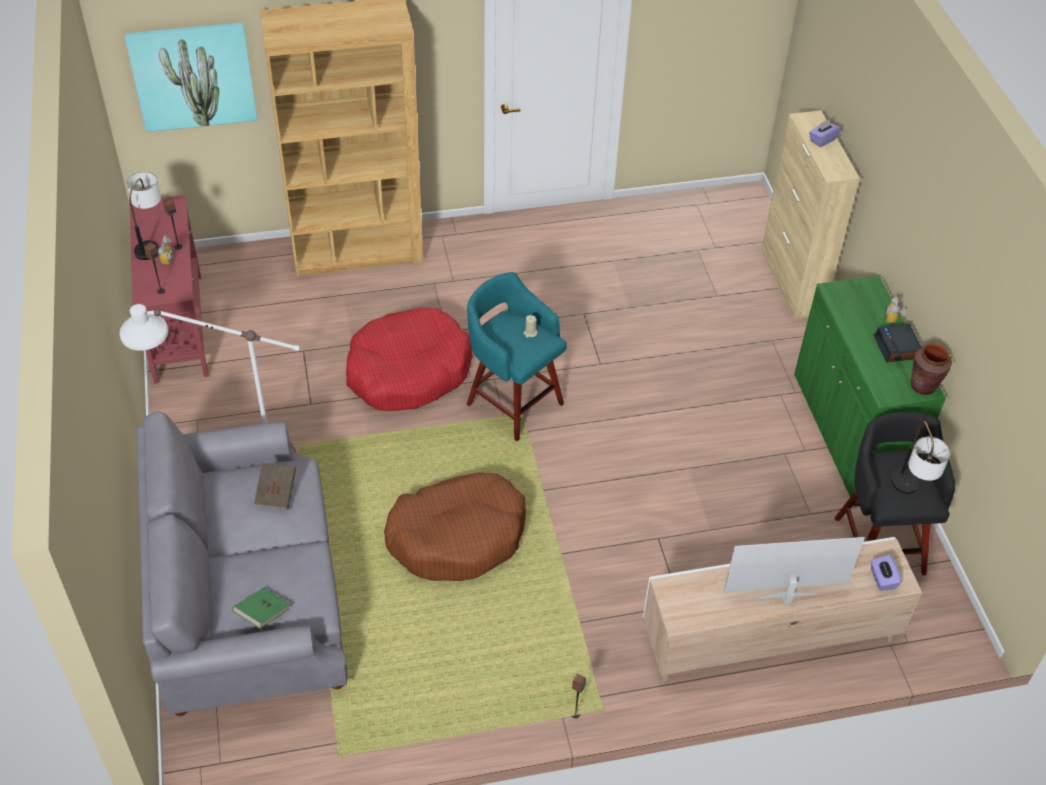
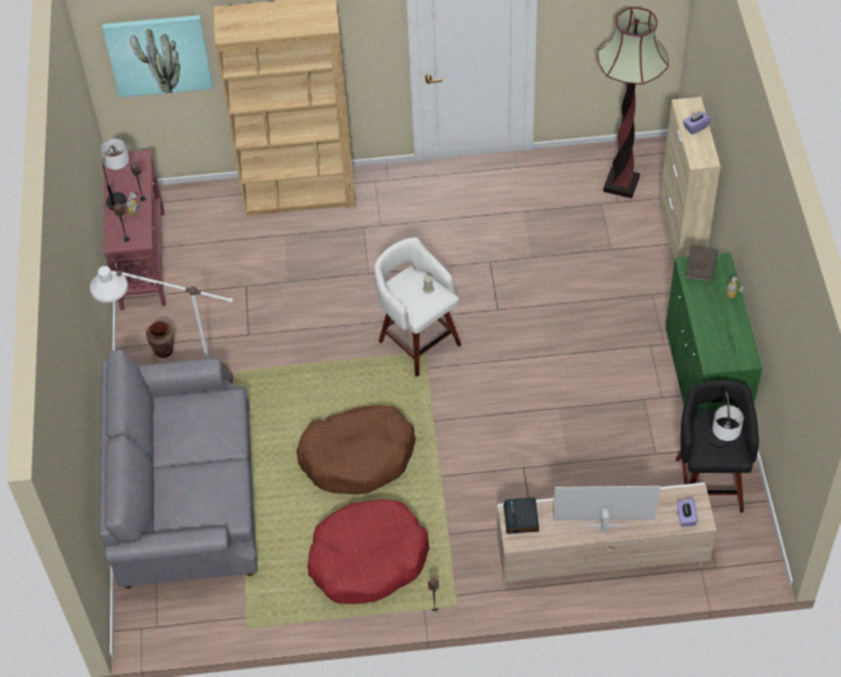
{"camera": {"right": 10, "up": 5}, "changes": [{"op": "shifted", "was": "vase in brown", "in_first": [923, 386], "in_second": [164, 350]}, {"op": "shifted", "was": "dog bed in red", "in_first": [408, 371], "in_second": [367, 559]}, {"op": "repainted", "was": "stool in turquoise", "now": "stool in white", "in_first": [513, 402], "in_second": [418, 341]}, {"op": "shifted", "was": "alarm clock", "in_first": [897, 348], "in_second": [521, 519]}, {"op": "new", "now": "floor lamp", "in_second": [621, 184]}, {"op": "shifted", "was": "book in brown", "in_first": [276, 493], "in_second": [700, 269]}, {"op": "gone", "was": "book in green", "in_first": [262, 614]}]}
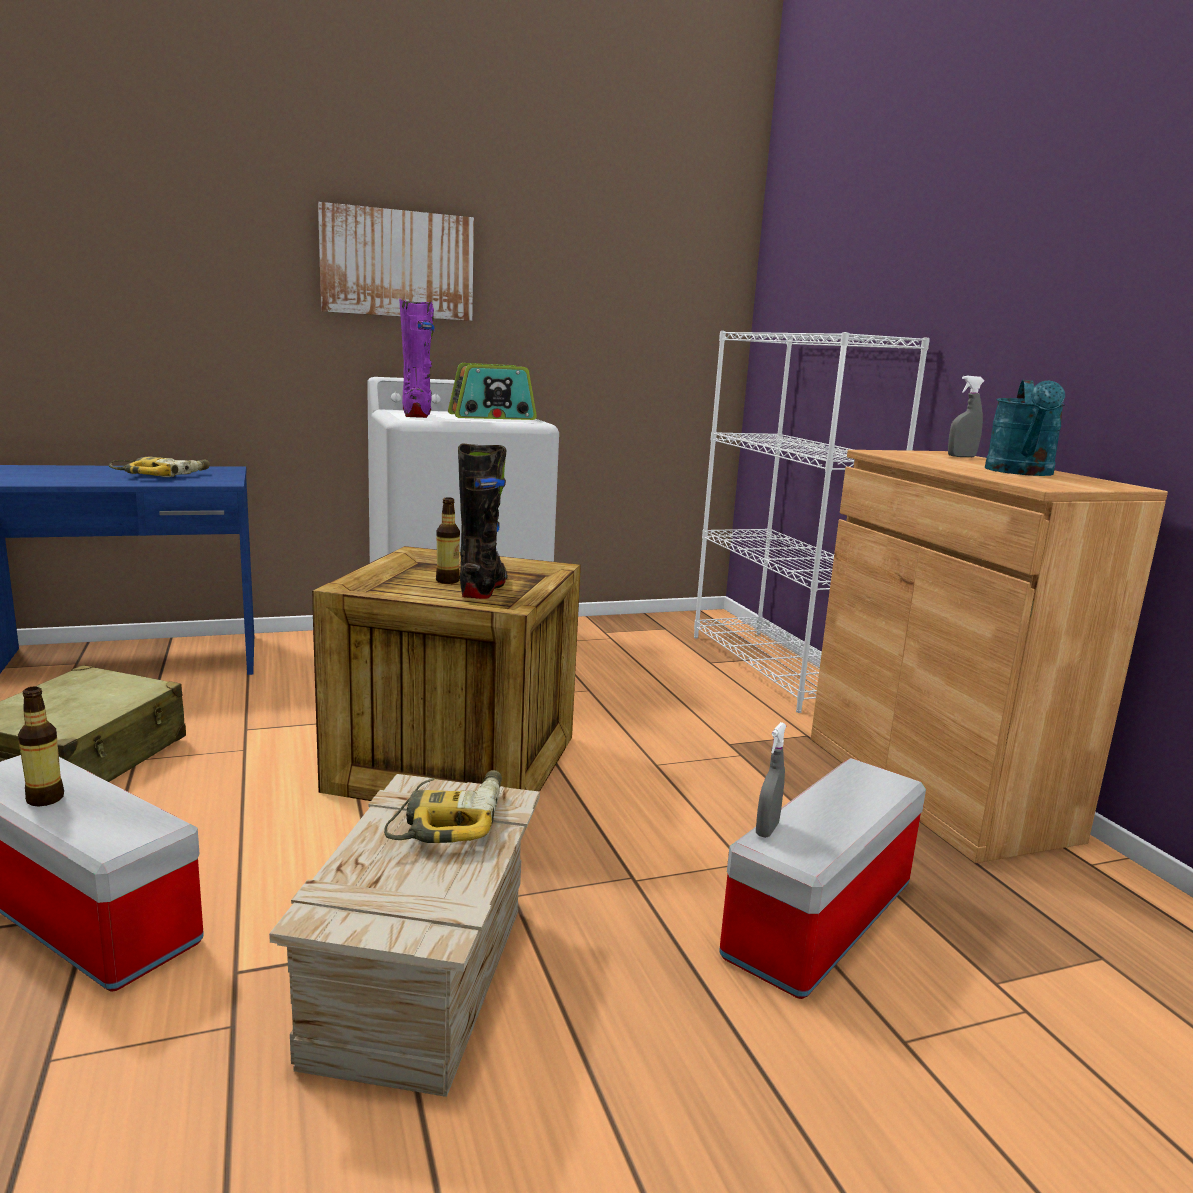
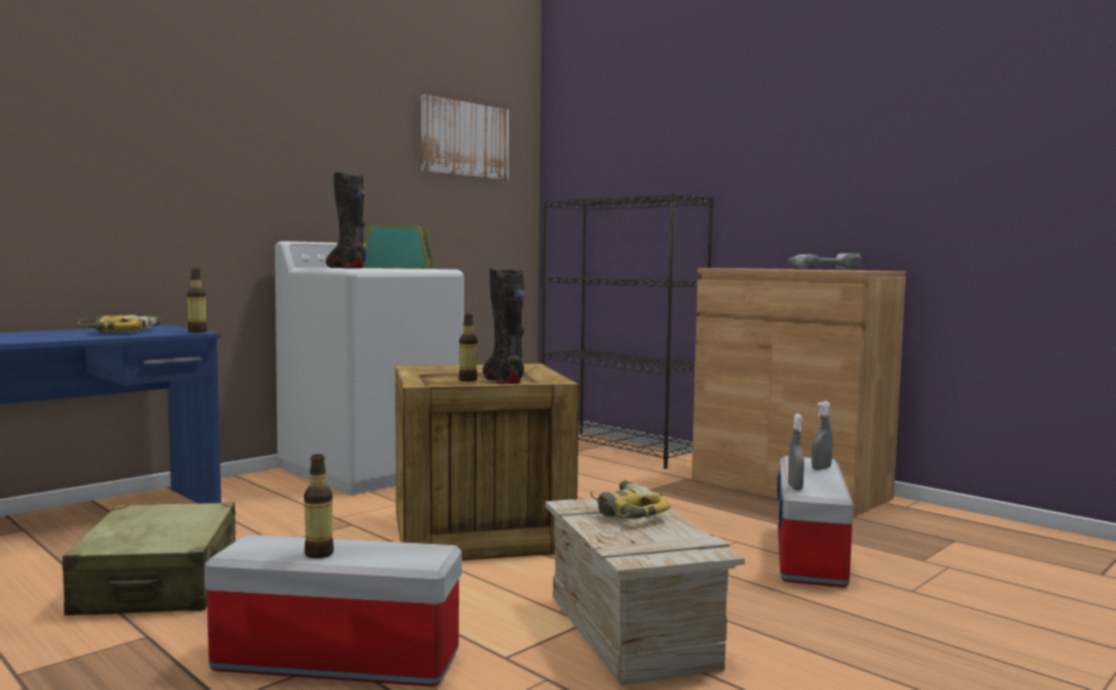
{"camera": {"right": -25, "up": -10}, "changes": [{"op": "new", "now": "bottle", "in_second": [197, 331]}, {"op": "repainted", "was": "boot in purple", "now": "boot in black", "in_first": [417, 415], "in_second": [345, 268]}, {"op": "rotated", "was": "radio", "in_first": [492, 417], "in_second": [398, 268], "clockwise": -135}, {"op": "shifted", "was": "picture", "in_first": [397, 264], "in_second": [464, 139]}, {"op": "repainted", "was": "bookcase in white", "now": "bookcase in black", "in_first": [777, 668], "in_second": [620, 449]}, {"op": "swapped", "was": "watering can in turquoise", "now": "power drill", "in_first": [1021, 472], "in_second": [822, 269]}, {"op": "shifted", "was": "spray bottle in grey", "in_first": [961, 456], "in_second": [821, 468]}]}
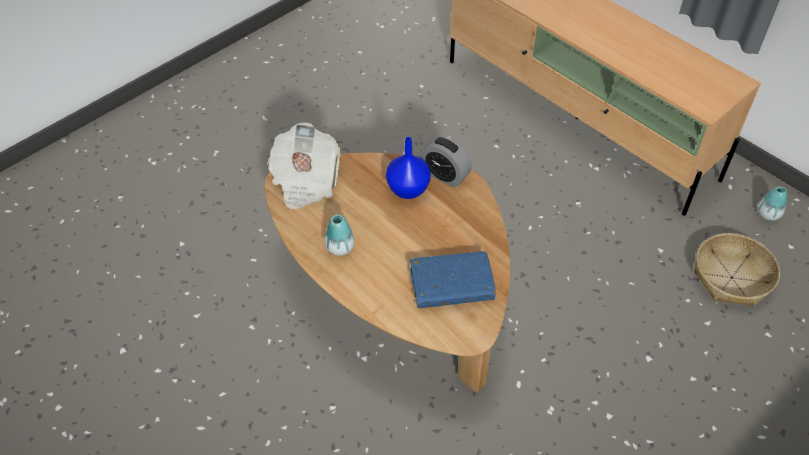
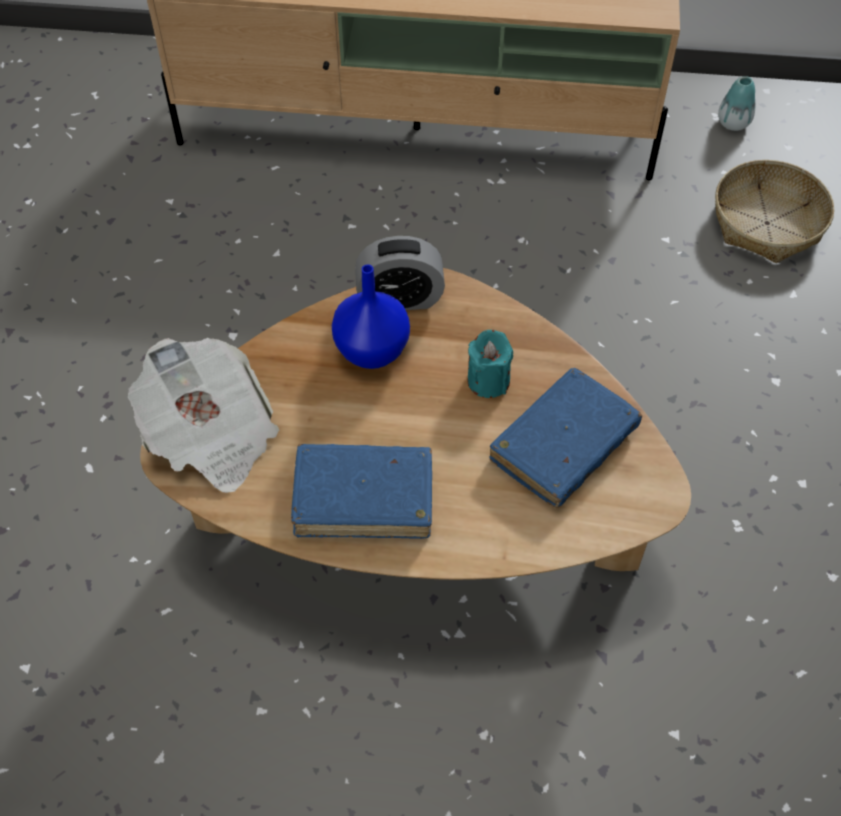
{"camera": {"right": -40, "up": 5}, "changes": [{"op": "swapped", "was": "vase", "now": "book in blue", "in_first": [340, 247], "in_second": [363, 498]}, {"op": "new", "now": "candle in turquoise", "in_second": [488, 380]}]}
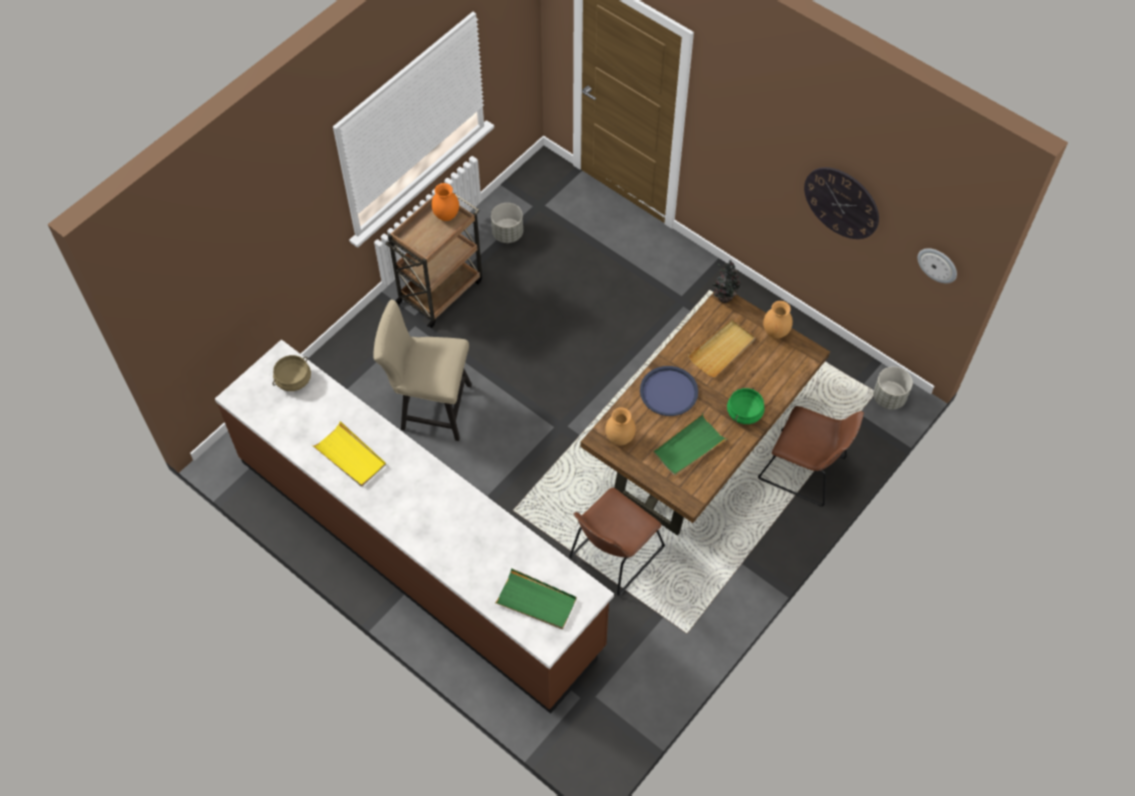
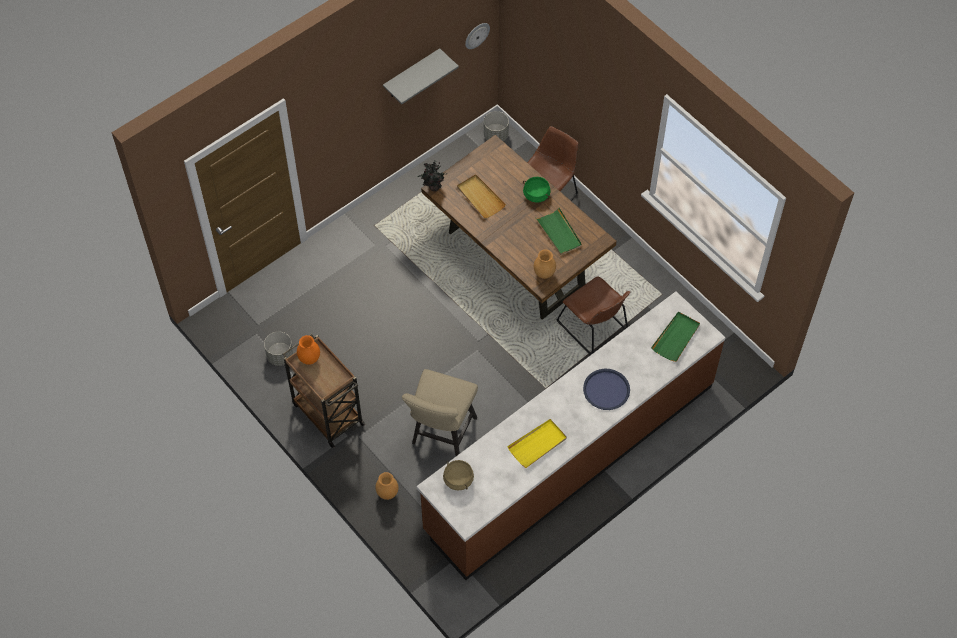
{"camera": {"right": -80, "up": 0}, "changes": [{"op": "shifted", "was": "vase in brown", "in_first": [775, 332], "in_second": [387, 493]}, {"op": "swapped", "was": "wall clock", "now": "shelf in grey", "in_first": [841, 202], "in_second": [411, 74]}, {"op": "shifted", "was": "tray in blue", "in_first": [668, 391], "in_second": [606, 390]}]}
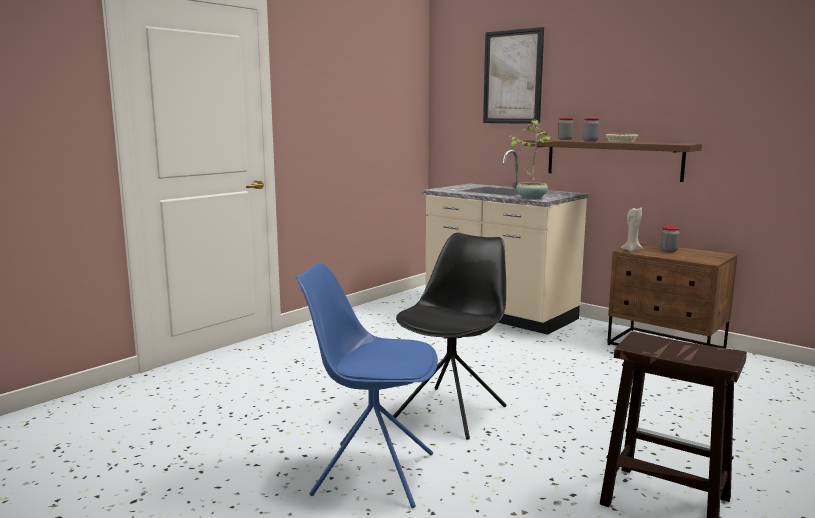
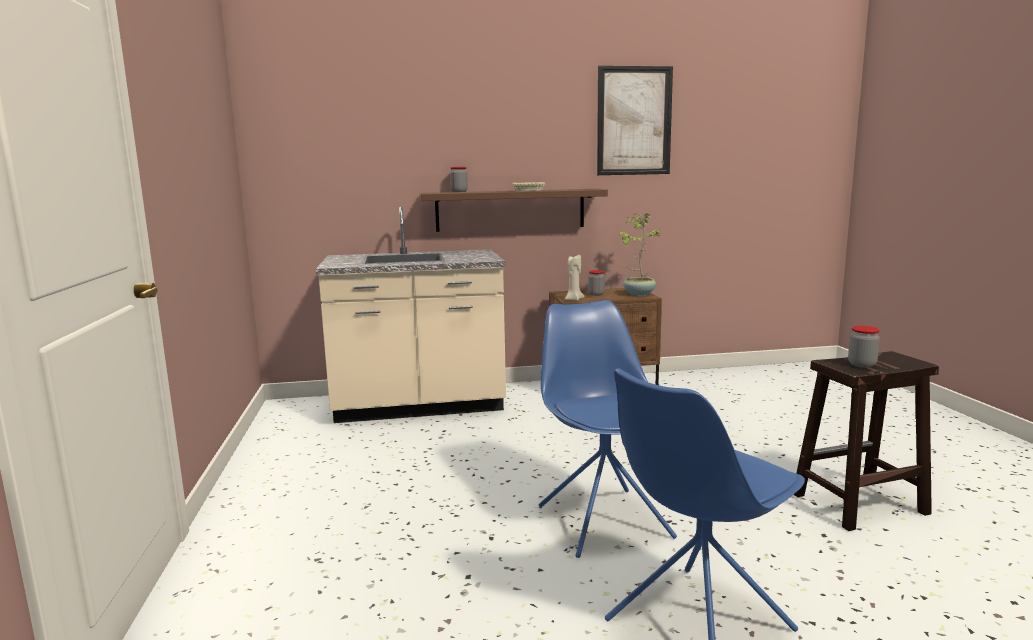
{"camera": {"right": -50, "up": 0}, "changes": [{"op": "repainted", "was": "chair in black", "now": "chair in blue", "in_first": [452, 411], "in_second": [603, 520]}, {"op": "shifted", "was": "picture", "in_first": [512, 77], "in_second": [634, 121]}, {"op": "shifted", "was": "potted plant", "in_first": [531, 198], "in_second": [638, 294]}, {"op": "shifted", "was": "jar", "in_first": [590, 141], "in_second": [862, 364]}]}
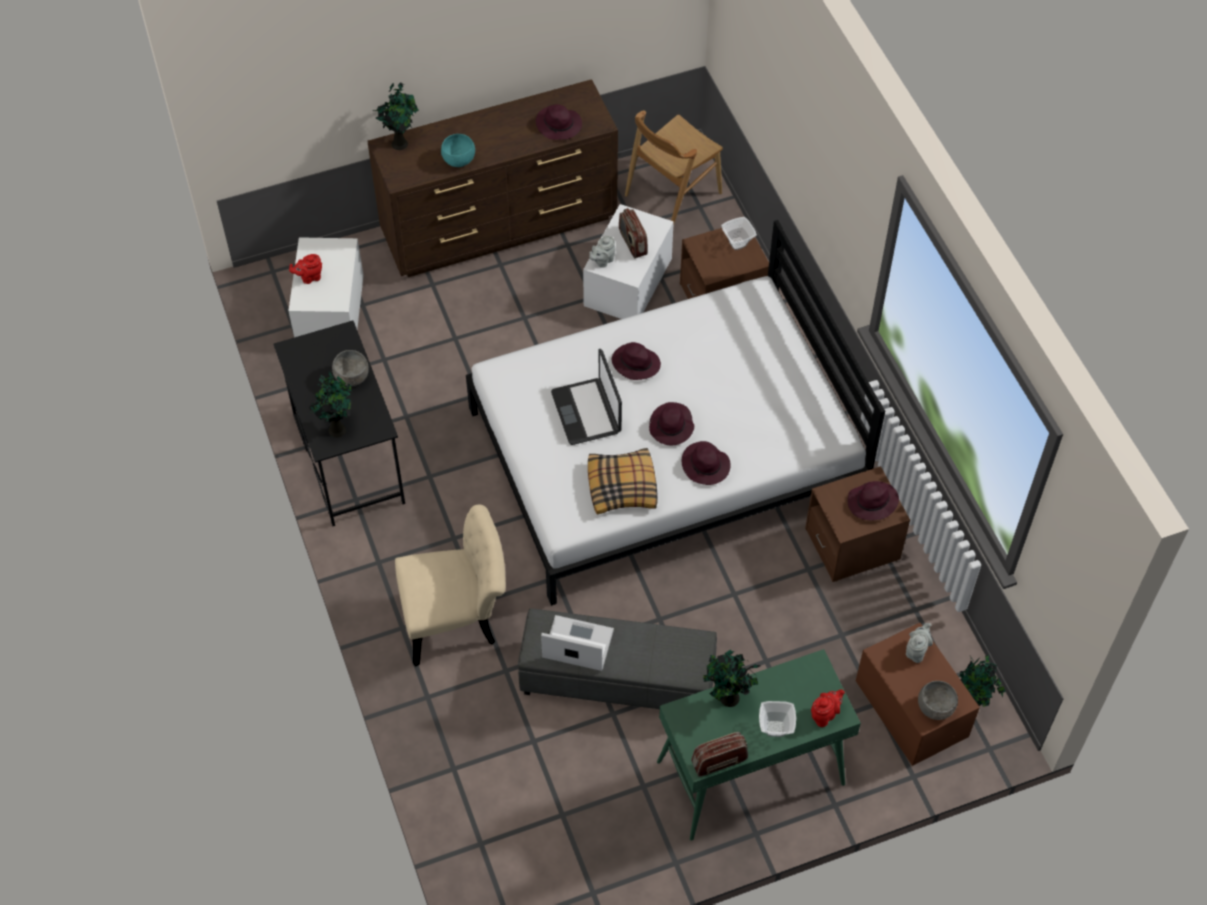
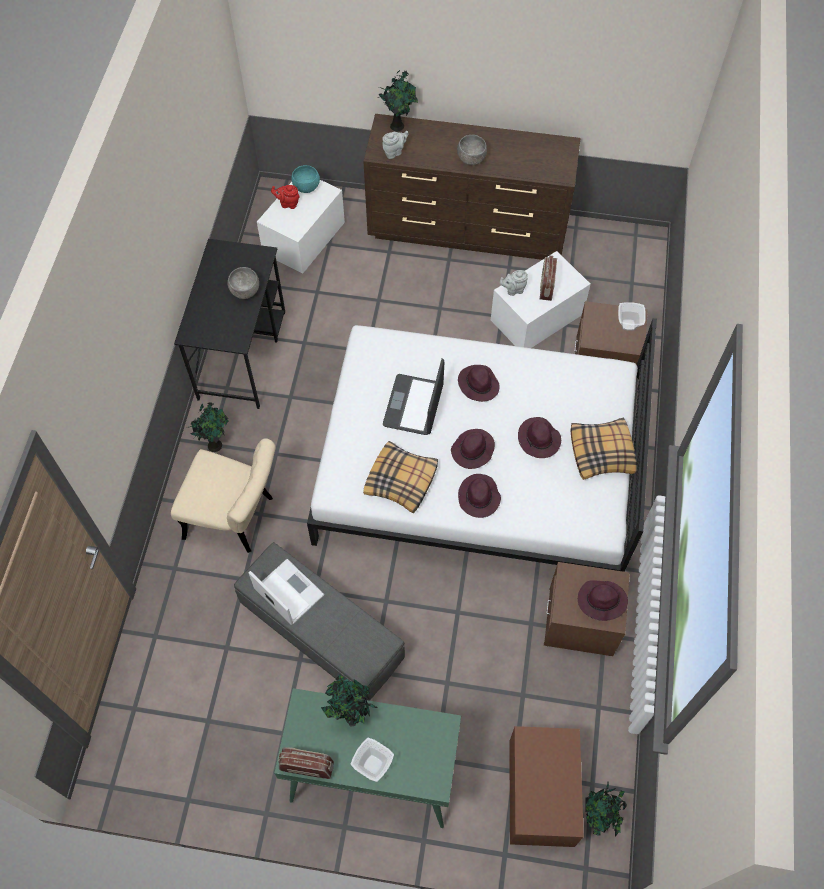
{"camera": {"right": 30, "up": 5}, "changes": [{"op": "shifted", "was": "potted plant", "in_first": [336, 428], "in_second": [215, 444]}, {"op": "shifted", "was": "bowl in turquoise", "in_first": [459, 160], "in_second": [306, 187]}, {"op": "shifted", "was": "teapot in grey", "in_first": [916, 650], "in_second": [394, 152]}, {"op": "shifted", "was": "bowl in grey", "in_first": [935, 708], "in_second": [470, 159]}, {"op": "shifted", "was": "hat in purple", "in_first": [559, 125], "in_second": [539, 440]}, {"op": "new", "now": "pillow", "in_second": [602, 453]}, {"op": "gone", "was": "chair in brown", "in_first": [672, 194]}, {"op": "gone", "was": "teapot in red", "in_first": [825, 715]}]}
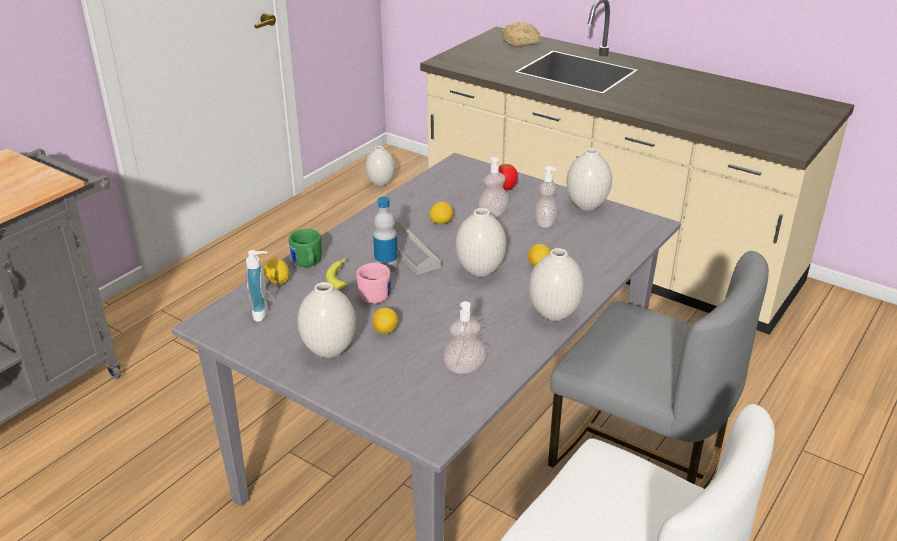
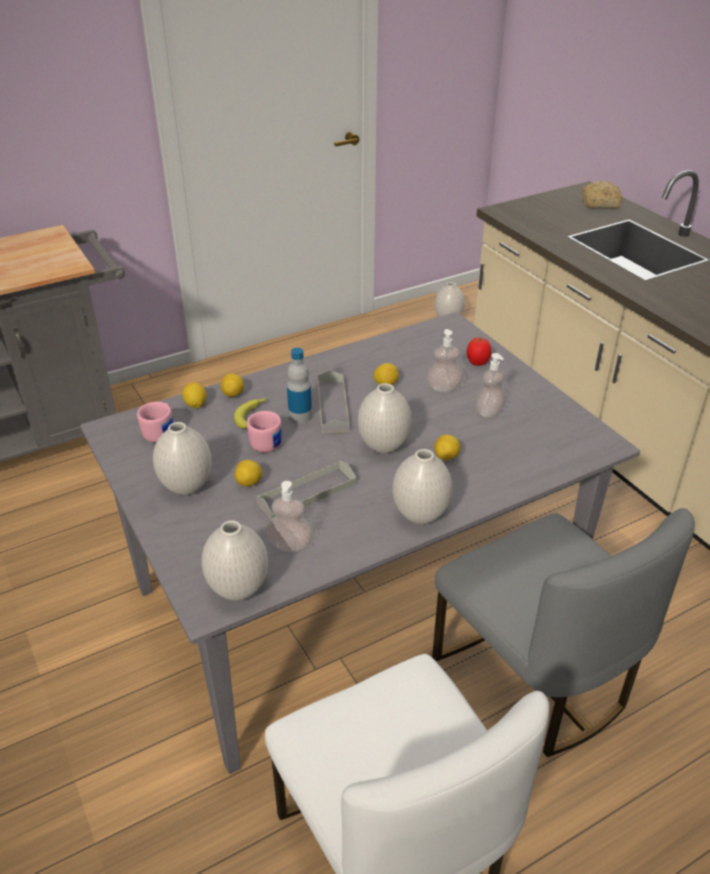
{"camera": {"right": 25, "up": 5}, "changes": [{"op": "swapped", "was": "soap dispenser", "now": "mug in pink", "in_first": [263, 313], "in_second": [161, 432]}, {"op": "shifted", "was": "vase in white", "in_first": [587, 206], "in_second": [239, 590]}, {"op": "swapped", "was": "mug in green", "now": "lemon", "in_first": [307, 264], "in_second": [233, 394]}, {"op": "new", "now": "tray in grey", "in_second": [307, 493]}]}
